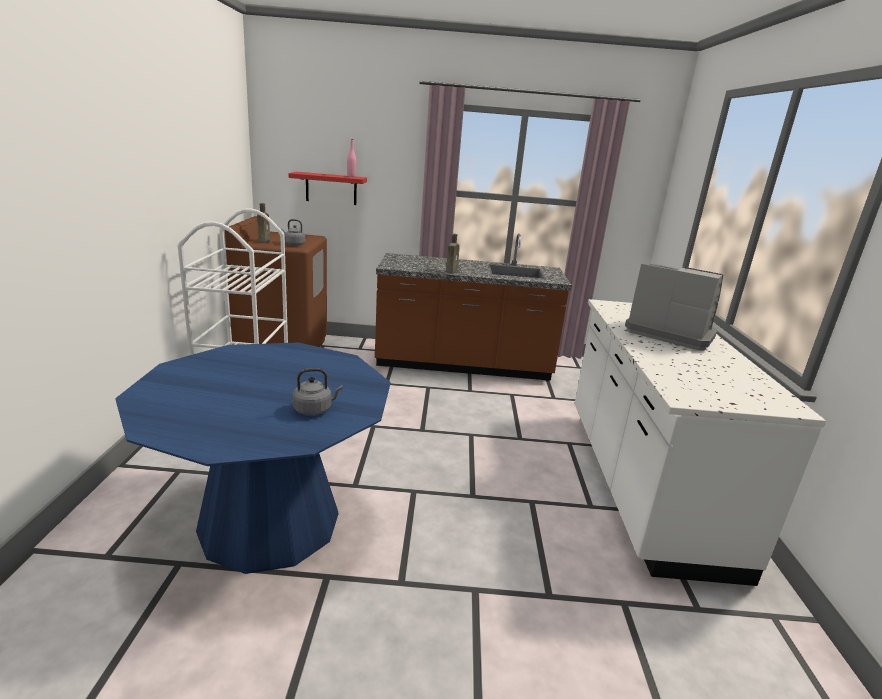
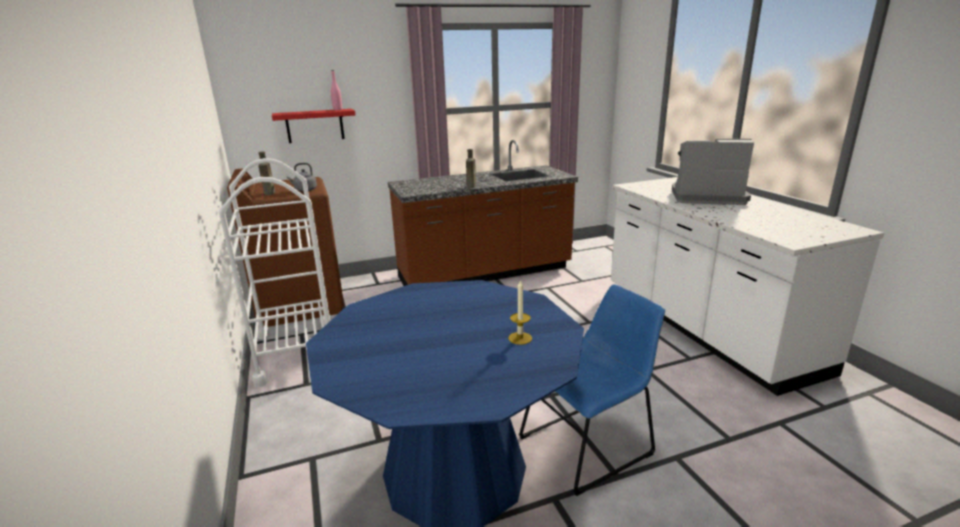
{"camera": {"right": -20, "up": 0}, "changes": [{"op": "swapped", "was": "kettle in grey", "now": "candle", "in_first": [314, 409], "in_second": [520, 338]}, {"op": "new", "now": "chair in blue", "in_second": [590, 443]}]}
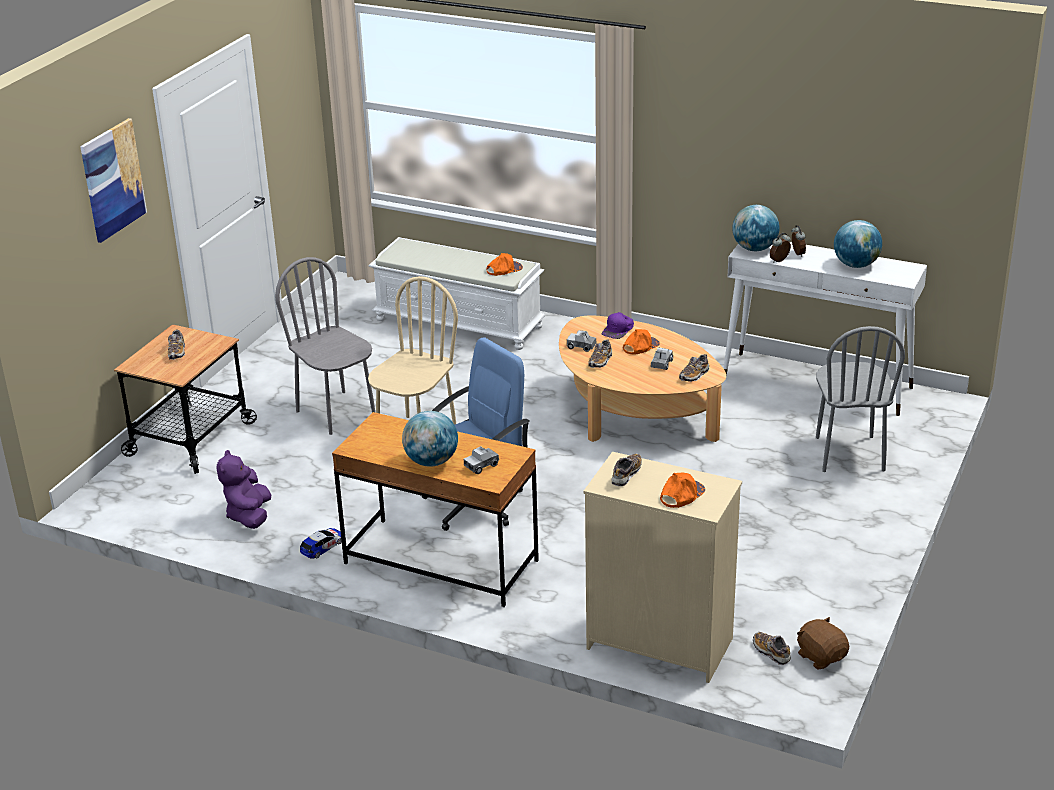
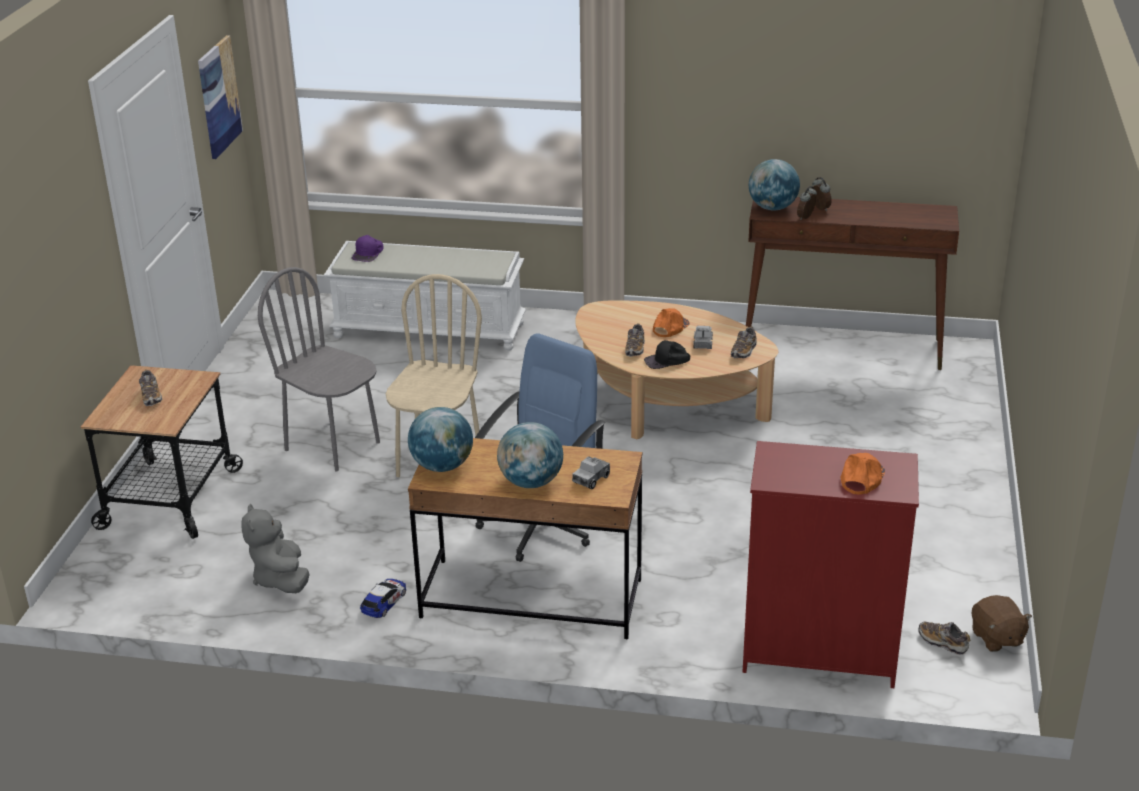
{"camera": {"right": -15, "up": 0}, "changes": [{"op": "shifted", "was": "picture", "in_first": [113, 180], "in_second": [219, 96]}, {"op": "repainted", "was": "plush toy in purple", "now": "plush toy in grey", "in_first": [249, 516], "in_second": [280, 579]}, {"op": "shifted", "was": "cap in purple", "in_first": [618, 330], "in_second": [368, 253]}, {"op": "shifted", "was": "globe", "in_first": [856, 265], "in_second": [442, 466]}, {"op": "new", "now": "cap in black", "in_second": [667, 361]}, {"op": "repainted", "was": "dresser in beige", "now": "dresser in red", "in_first": [660, 643], "in_second": [819, 652]}, {"op": "repainted", "was": "console table in white", "now": "console table in brown", "in_first": [817, 383], "in_second": [843, 347]}, {"op": "rotated", "was": "plush toy in brown", "in_first": [821, 656], "in_second": [996, 638], "clockwise": -150}, {"op": "gone", "was": "cap in orange", "in_first": [504, 269]}, {"op": "gone", "was": "toy truck", "in_first": [581, 346]}, {"op": "gone", "was": "shoe", "in_first": [626, 475]}, {"op": "gone", "was": "chair in grey", "in_first": [849, 454]}]}
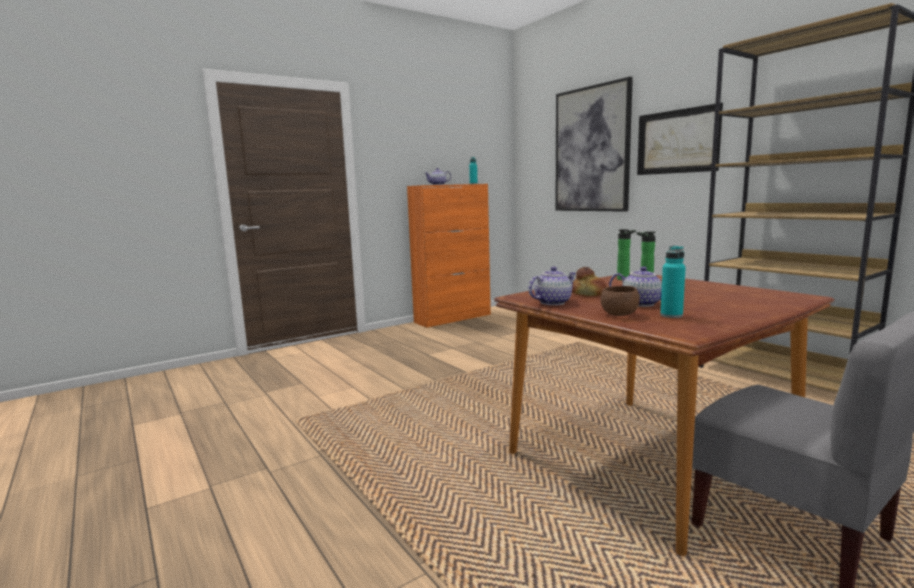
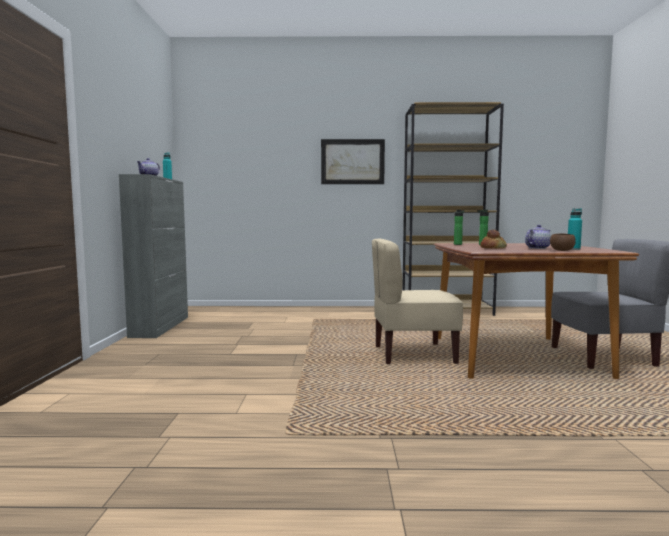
{"camera": {"right": -55, "up": -5}, "changes": [{"op": "repainted", "was": "cabinet in orange", "now": "cabinet in grey", "in_first": [453, 318], "in_second": [160, 326]}, {"op": "new", "now": "chair in beige", "in_second": [413, 354]}, {"op": "gone", "was": "teapot", "in_first": [552, 302]}, {"op": "gone", "was": "picture", "in_first": [592, 149]}]}
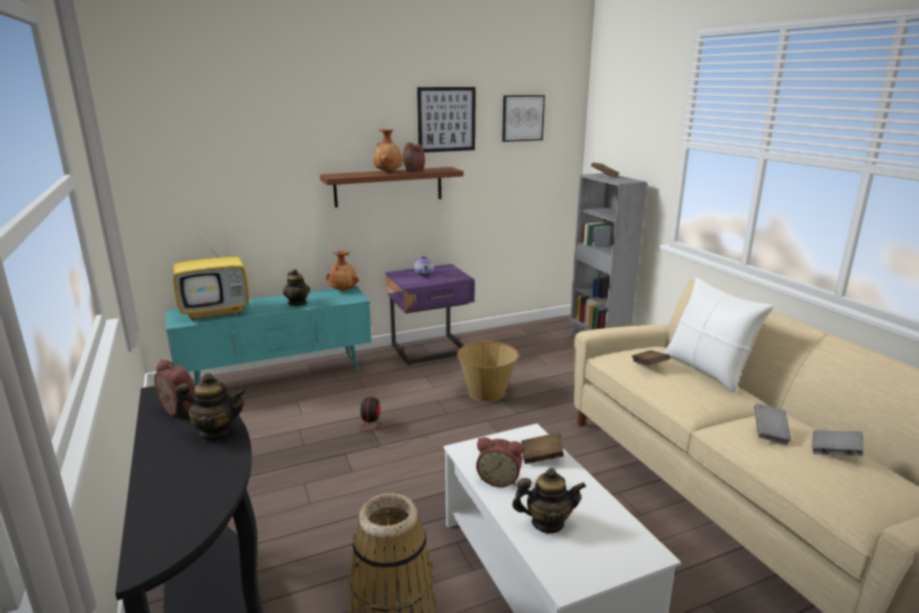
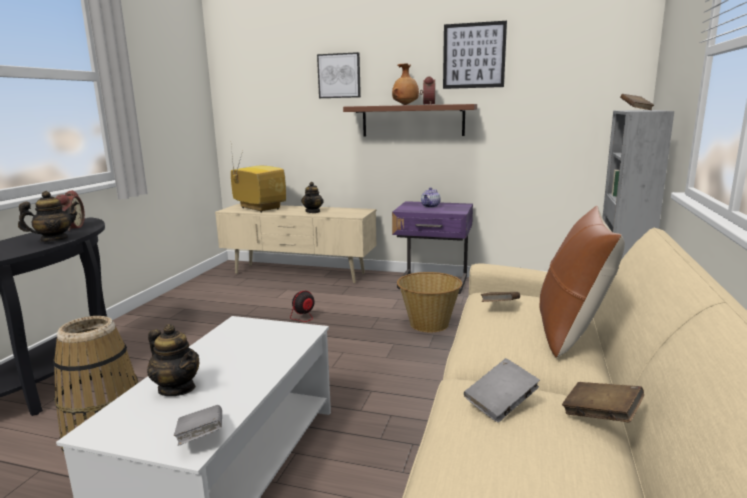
{"camera": {"right": 40, "up": -5}, "changes": [{"op": "rotated", "was": "teapot", "in_first": [216, 432], "in_second": [54, 240], "clockwise": -75}, {"op": "shifted", "was": "book in grey", "in_first": [834, 452], "in_second": [201, 438]}, {"op": "repainted", "was": "tv stand in turquoise", "now": "tv stand in beige", "in_first": [279, 378], "in_second": [299, 274]}, {"op": "rotated", "was": "television", "in_first": [217, 312], "in_second": [258, 208], "clockwise": -150}, {"op": "shifted", "was": "picture", "in_first": [522, 118], "in_second": [339, 76]}, {"op": "repainted", "was": "pillow in white", "now": "pillow in brown", "in_first": [707, 370], "in_second": [571, 331]}, {"op": "shifted", "was": "book in brown", "in_first": [541, 457], "in_second": [600, 416]}, {"op": "gone", "was": "vase in brown", "in_first": [343, 290]}, {"op": "gone", "was": "alarm clock", "in_first": [499, 479]}]}
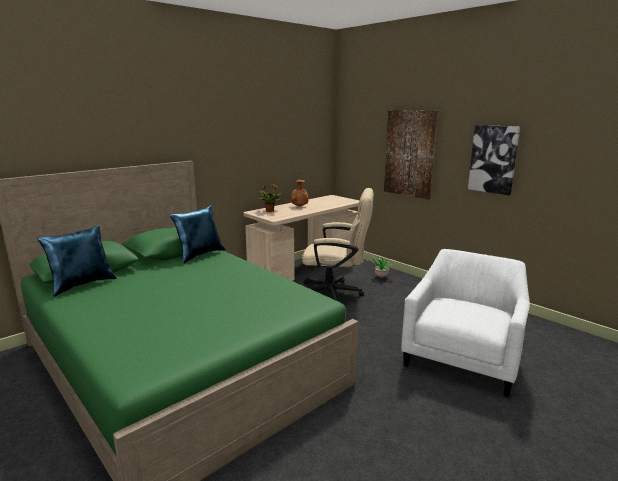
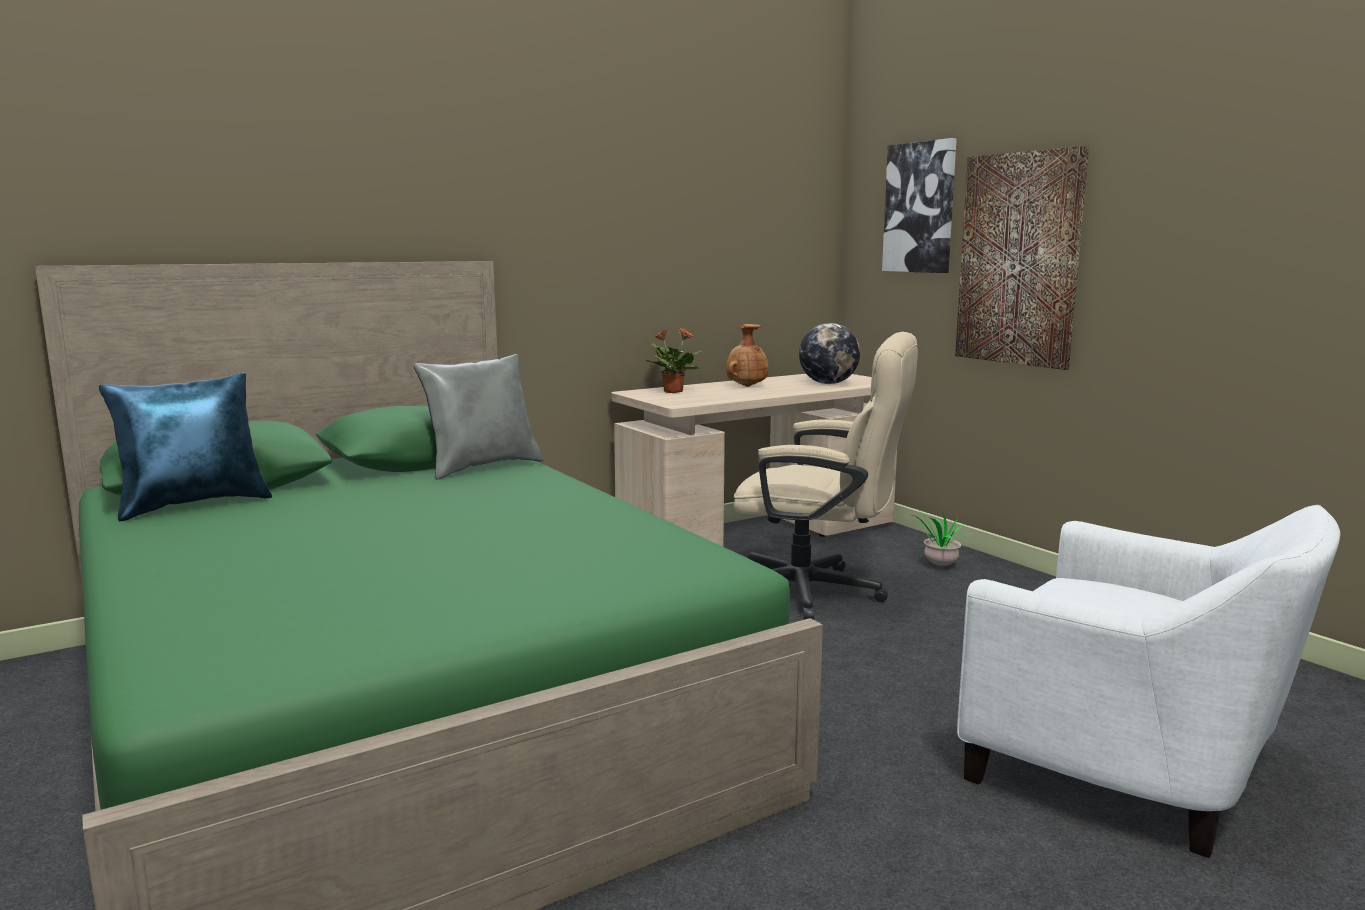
{"camera": {"right": 10, "up": -5}, "changes": [{"op": "repainted", "was": "pillow in blue", "now": "pillow in grey", "in_first": [200, 255], "in_second": [483, 467]}, {"op": "new", "now": "globe", "in_second": [828, 383]}, {"op": "shifted", "was": "picture", "in_first": [493, 159], "in_second": [920, 208]}, {"op": "rotated", "was": "armchair in white", "in_first": [462, 358], "in_second": [1129, 765], "clockwise": 90}]}
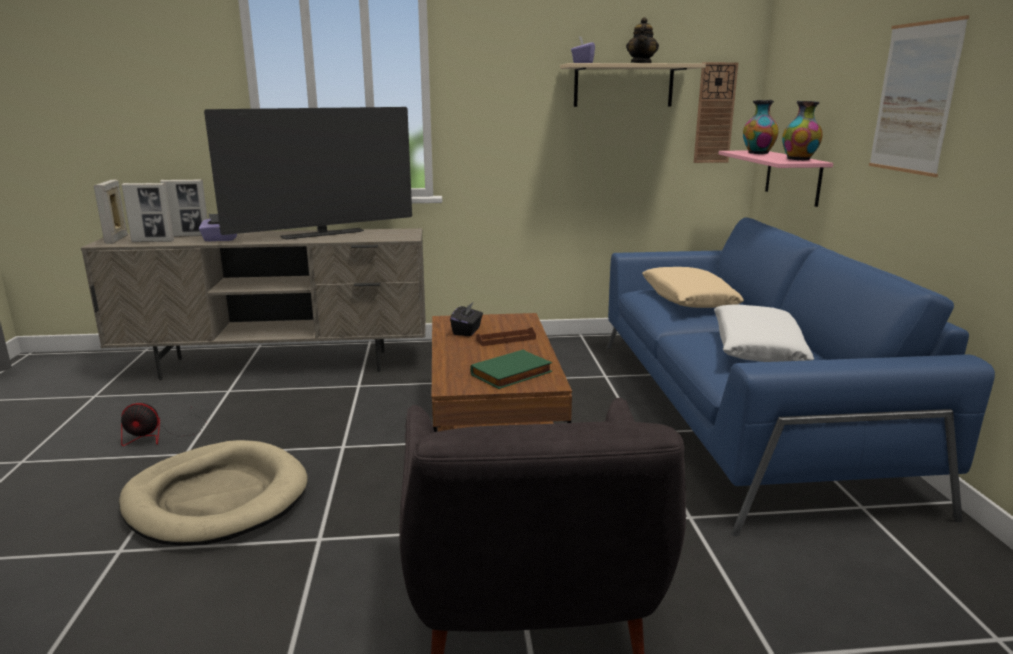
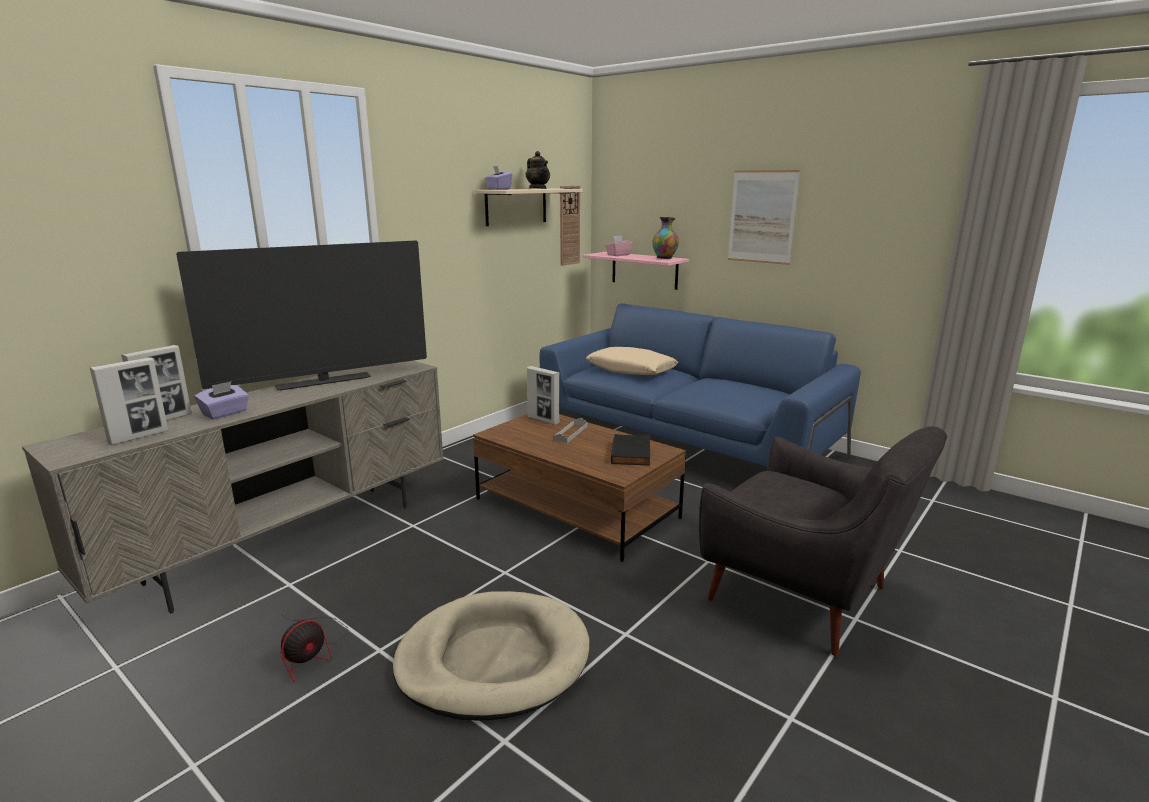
{"camera": {"right": -45, "up": 0}, "changes": [{"op": "rotated", "was": "television", "in_first": [323, 234], "in_second": [324, 382], "clockwise": 45}, {"op": "shifted", "was": "picture frame", "in_first": [116, 240], "in_second": [543, 420]}, {"op": "repainted", "was": "tray in brown", "now": "tray in grey", "in_first": [506, 339], "in_second": [570, 433]}, {"op": "swapped", "was": "vase", "now": "tissue box in pink", "in_first": [757, 153], "in_second": [618, 255]}, {"op": "repainted", "was": "book in green", "now": "book in black", "in_first": [512, 374], "in_second": [632, 453]}, {"op": "gone", "was": "tissue box in black", "in_first": [467, 331]}, {"op": "gone", "was": "pillow in white", "in_first": [757, 347]}]}
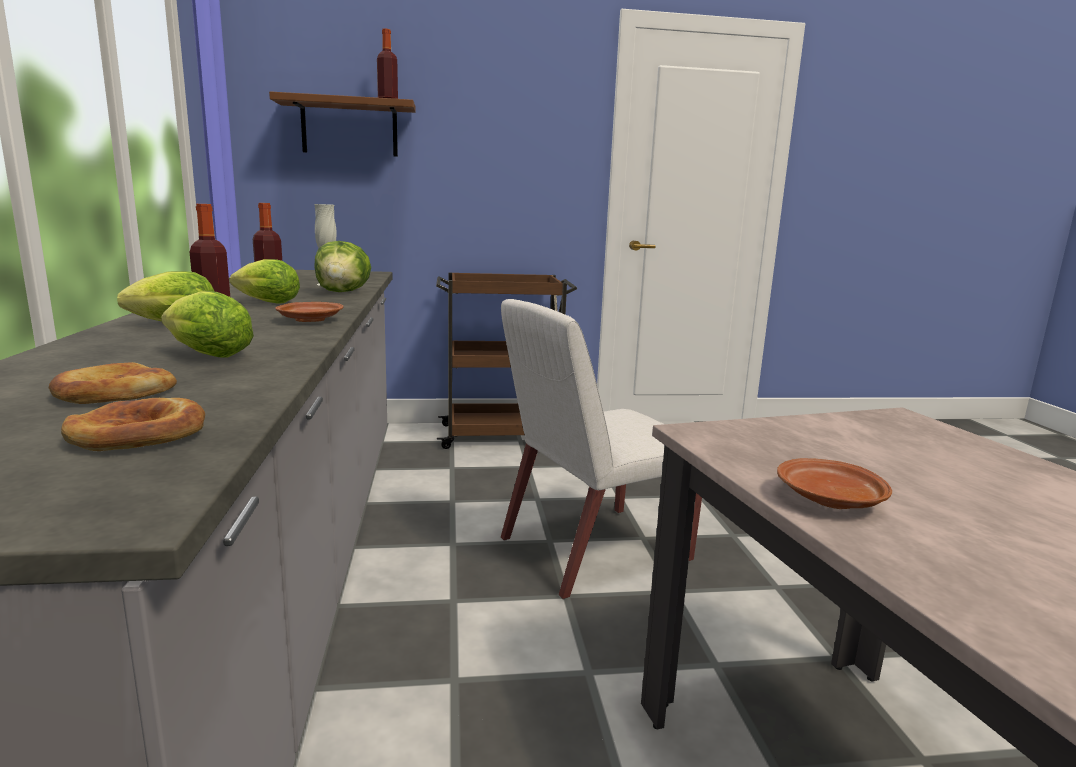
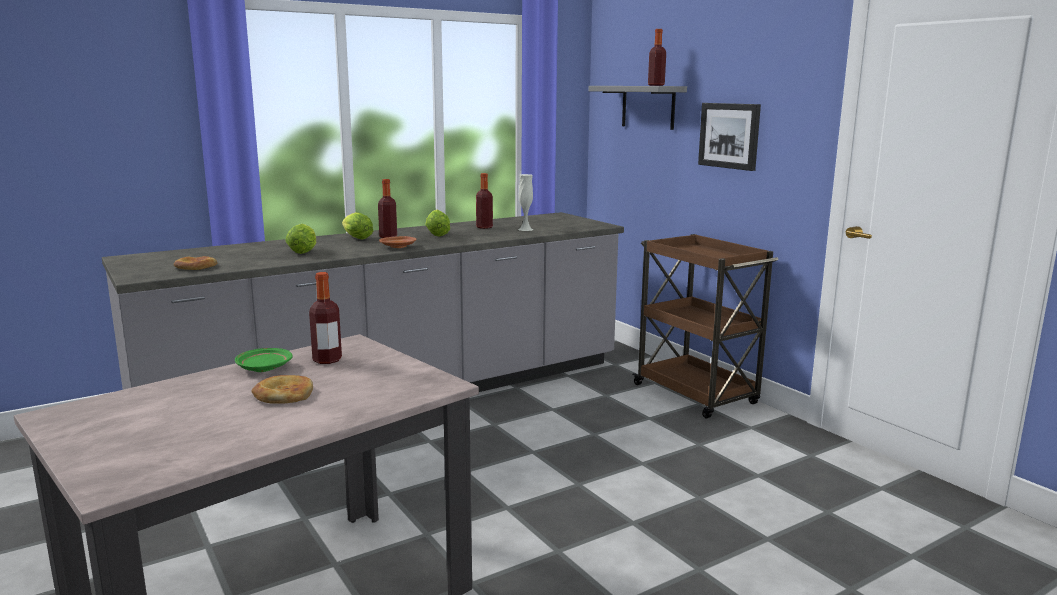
{"camera": {"right": 65, "up": 0}, "changes": [{"op": "repainted", "was": "plate in brown", "now": "plate in green", "in_first": [829, 500], "in_second": [263, 368]}, {"op": "shifted", "was": "bread", "in_first": [113, 392], "in_second": [283, 394]}, {"op": "new", "now": "bottle", "in_second": [327, 360]}, {"op": "repainted", "was": "shelf in brown", "now": "shelf in grey", "in_first": [349, 128], "in_second": [648, 107]}, {"op": "new", "now": "picture", "in_second": [729, 135]}, {"op": "gone", "was": "lettuce", "in_first": [343, 292]}, {"op": "gone", "was": "chair in white", "in_first": [592, 550]}]}
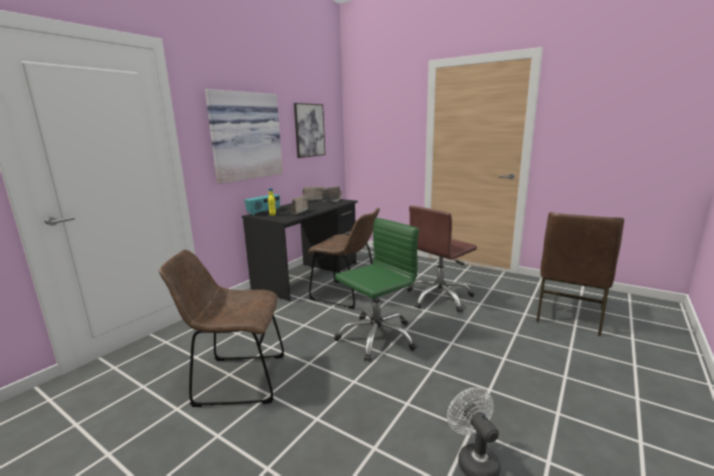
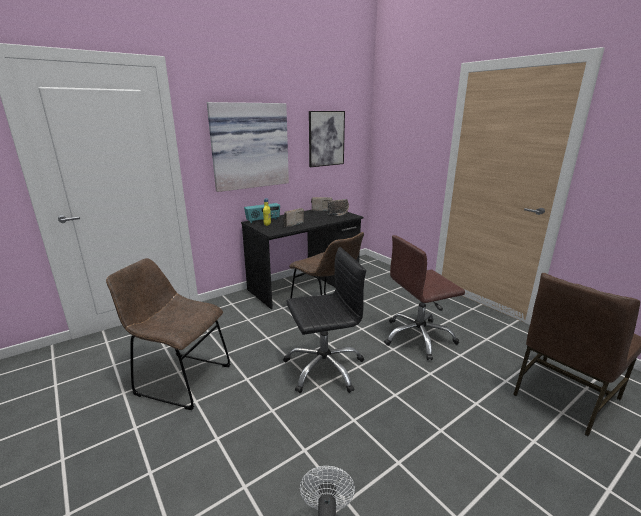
{"camera": {"right": 20, "up": 5}, "changes": [{"op": "repainted", "was": "office chair in green", "now": "office chair in black", "in_first": [376, 337], "in_second": [324, 368]}]}
